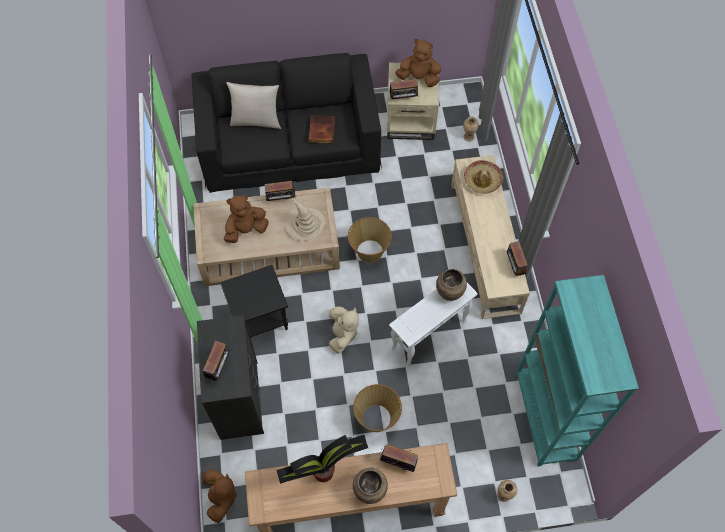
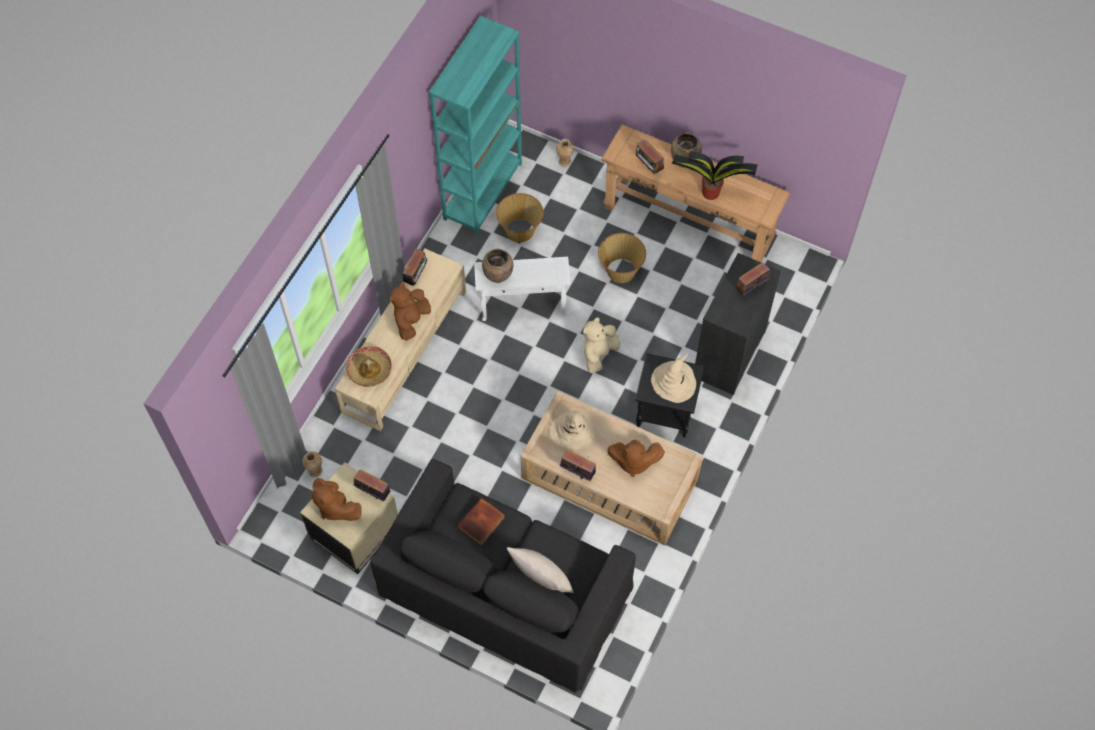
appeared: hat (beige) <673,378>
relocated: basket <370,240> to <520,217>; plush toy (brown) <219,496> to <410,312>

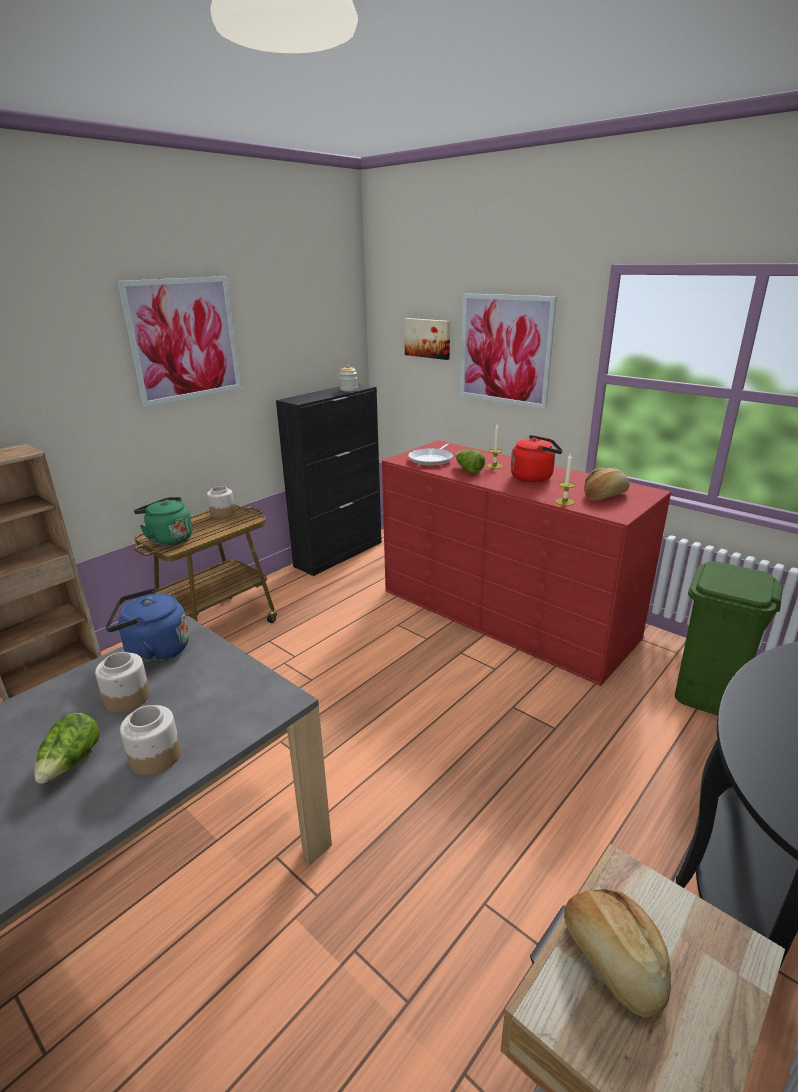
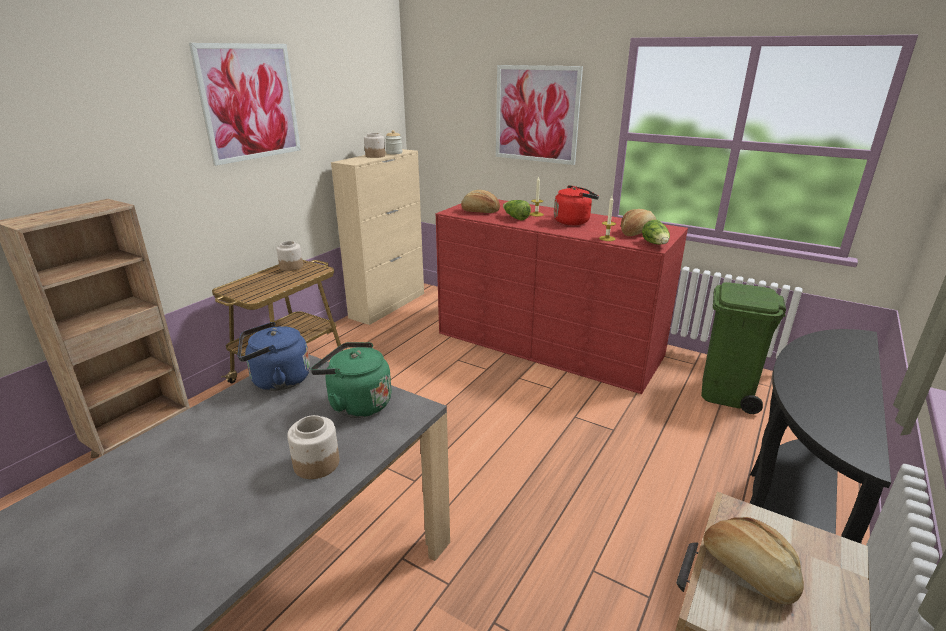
missing: picture <427,339>
relocated: kettle (green) <163,521> to <351,380>; jar <122,682> to <374,145>; lettuce <67,748> to <656,232>
exchanged: frying pan <430,454> to bread <480,201>
colour: cabinet (black) <329,480> to cabinet (beige) <377,237>

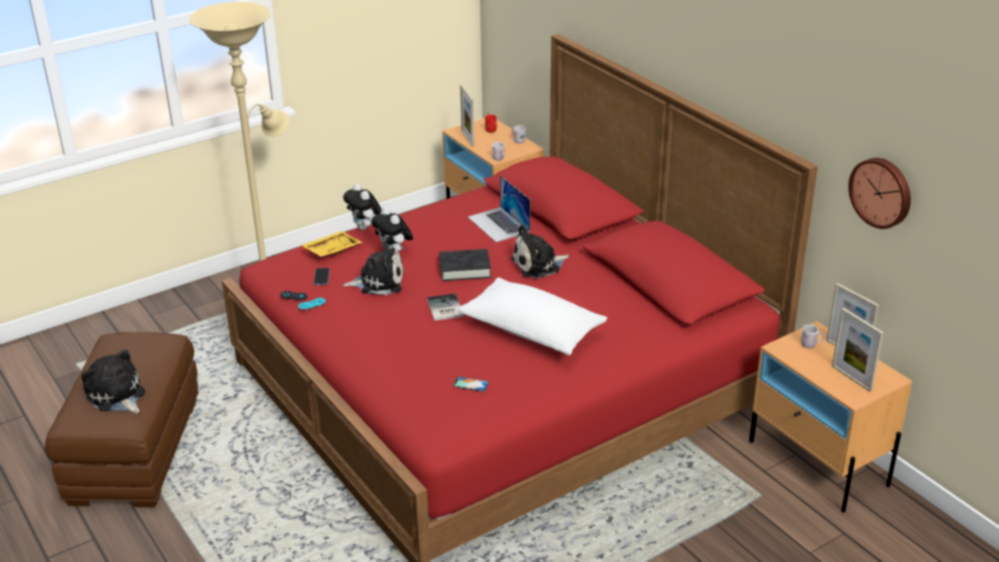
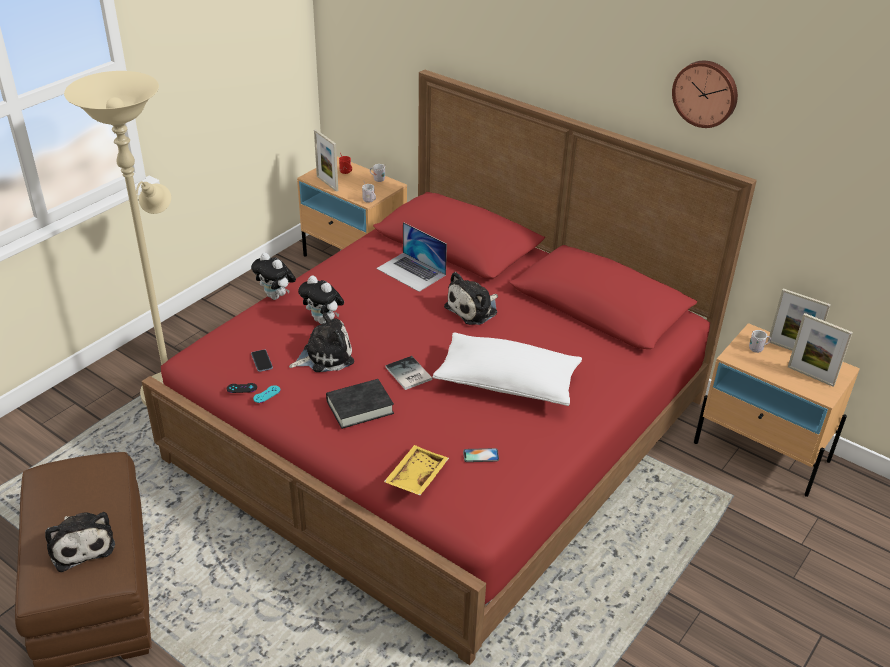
relocated: wall clock <879,193> to <705,94>; tray (yellow) <332,244> to <416,470>; book (black) <465,265> to <360,404>
spun: plush toy <113,381> = <80,542> 150 degrees counterclockwise

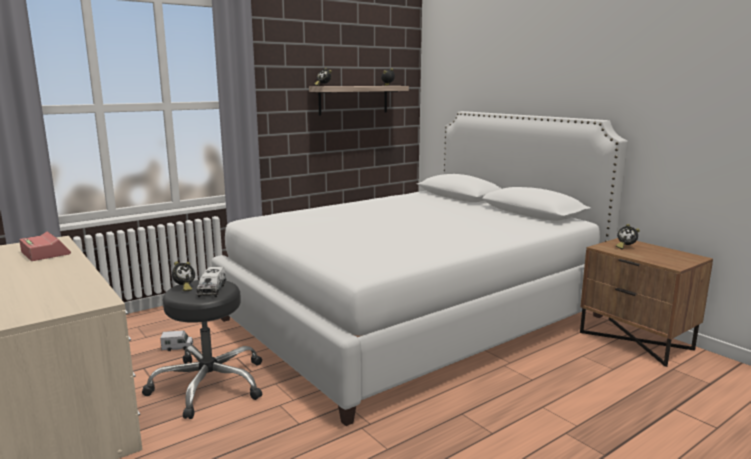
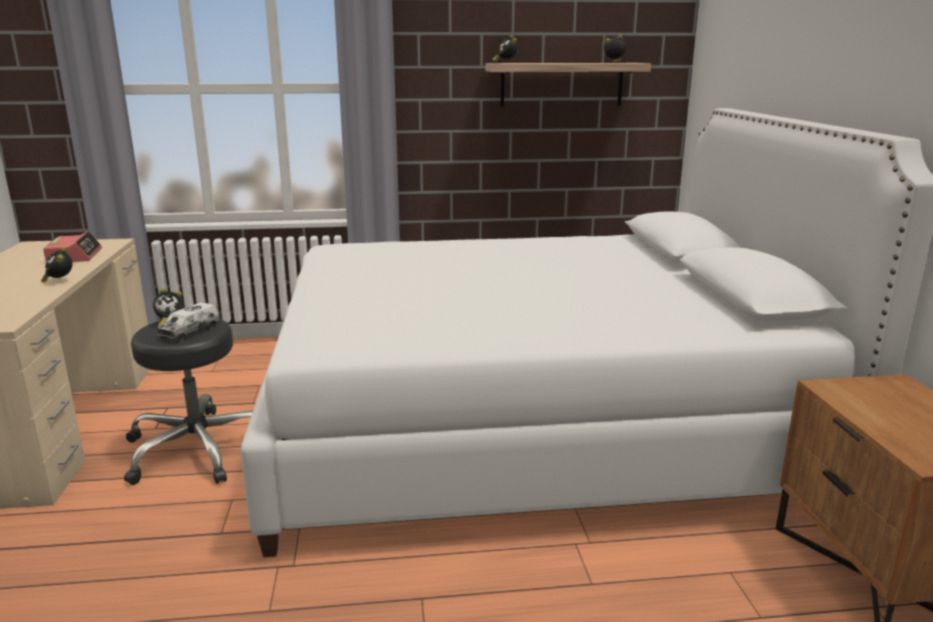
missing: toy truck <176,340>
relocated: alarm clock <628,236> to <56,265>

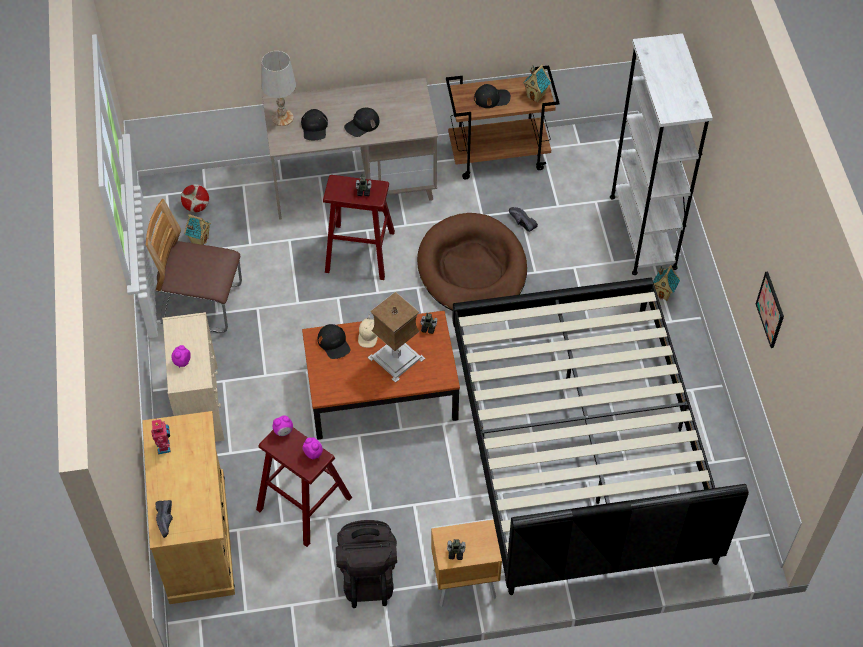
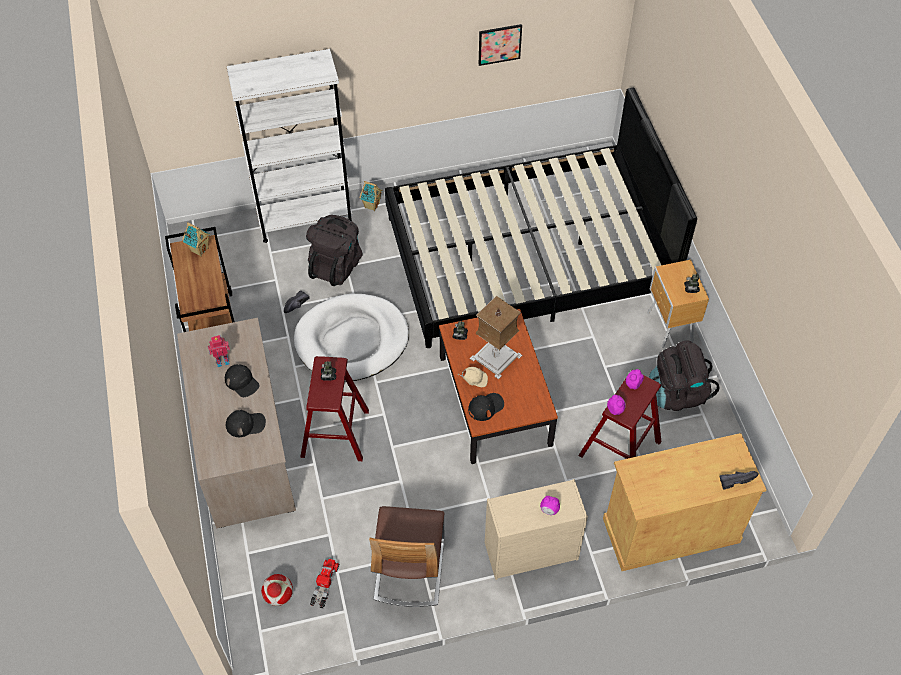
missing: table lamp (white) <279,88>; cap (black) <492,96>
appeared: backpack (black) <334,250>
relocated: toy robot <161,436> to <219,351>
exchanged: toy house <197,229> to toy truck <324,584>
colour: dog bed (brown) <472,262> to dog bed (white) <351,338>

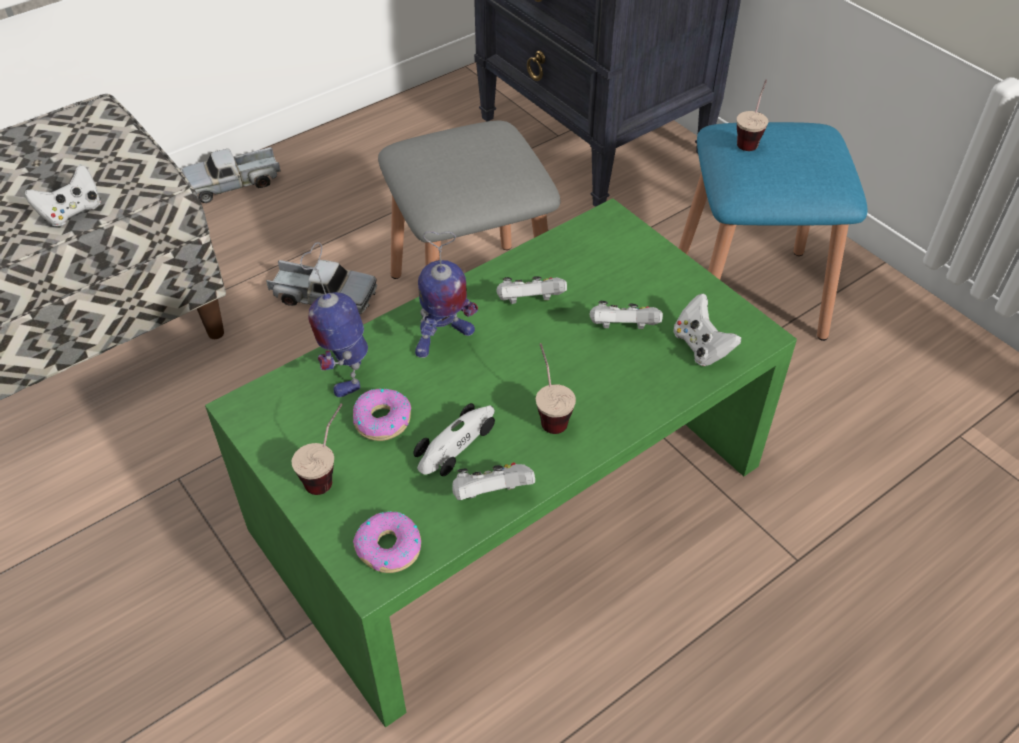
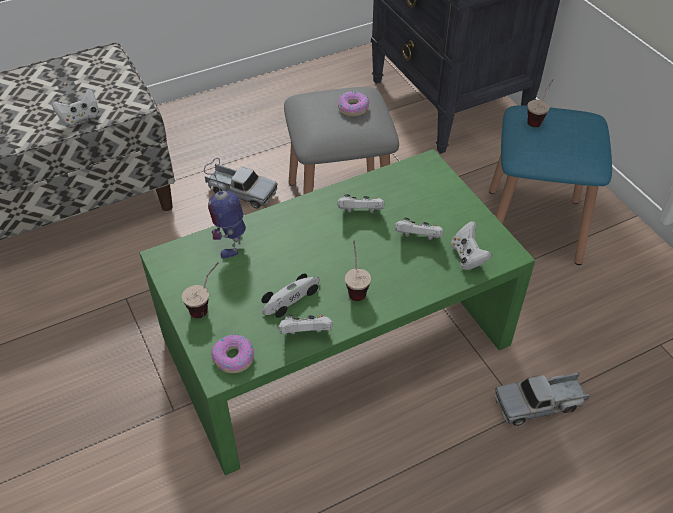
missing: toy robot <446,294>
relocated: toy truck <231,175> to <542,399>; donut <382,415> to <354,104>

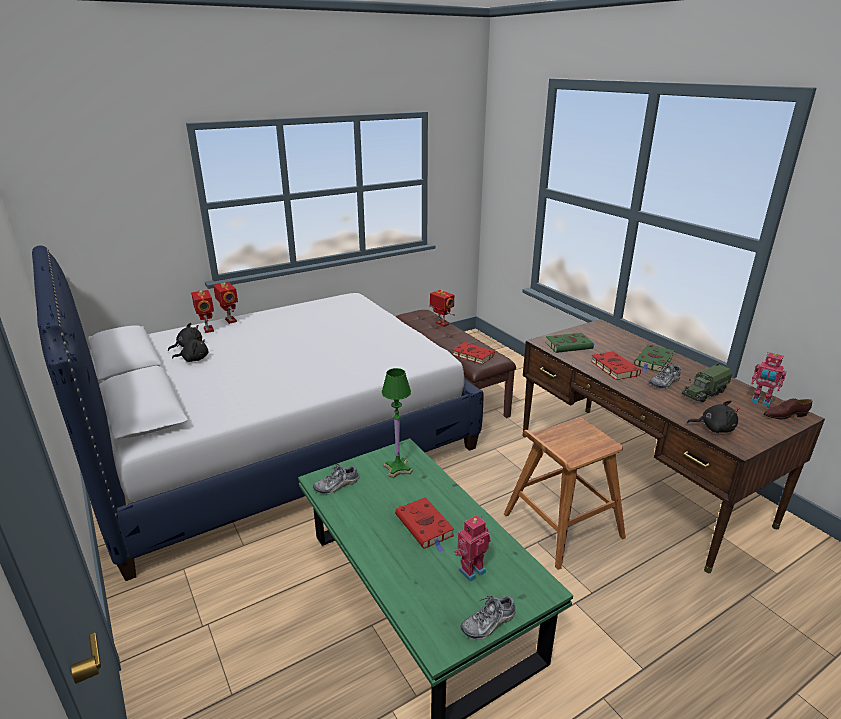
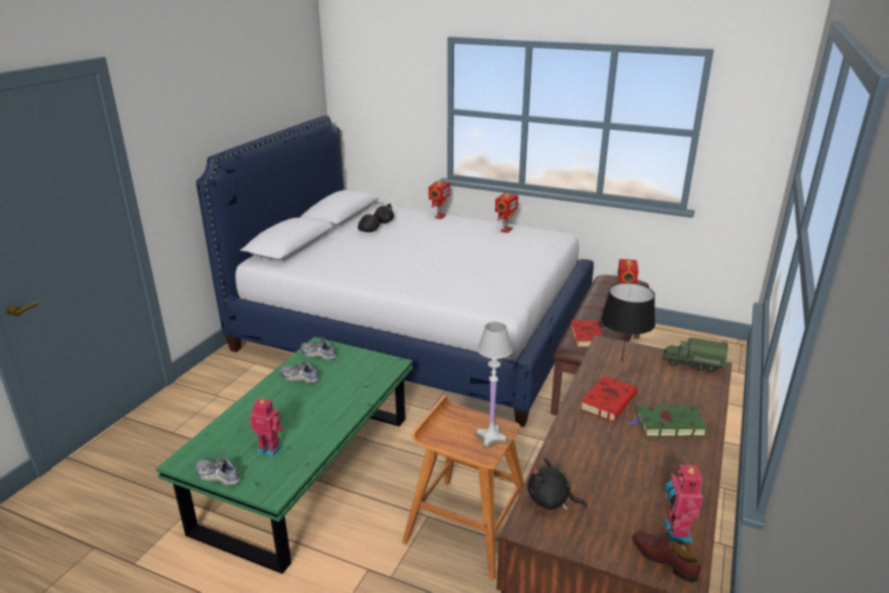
missing: table lamp (green) <397,423>; book (red) <424,524>
appeared: table lamp (white) <493,385>
relocated: toy robot <202,311> to <506,213>; shoe <665,375> to <299,371>; toy truck <707,382> to <695,355>
exchanged: book (green) <570,343> to table lamp (black) <628,322>
spun: plush toy (black) <713,416> = <558,484> 135 degrees clockwise

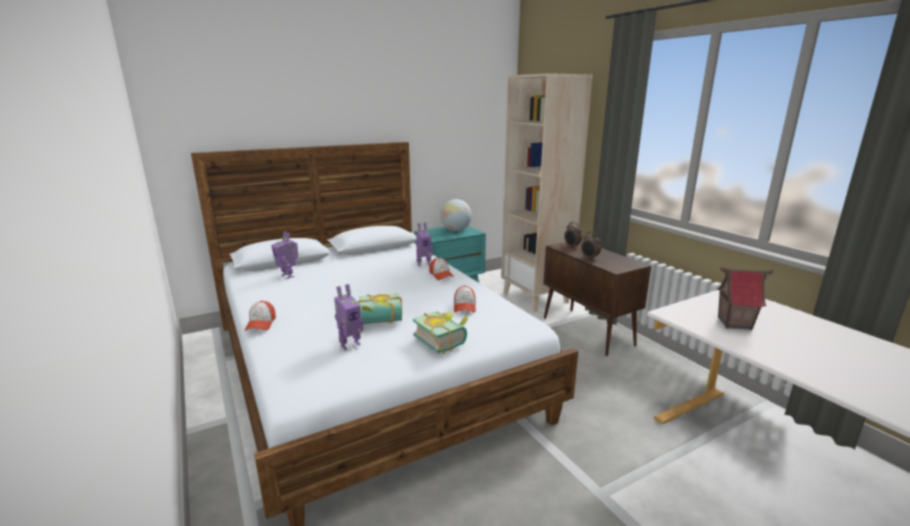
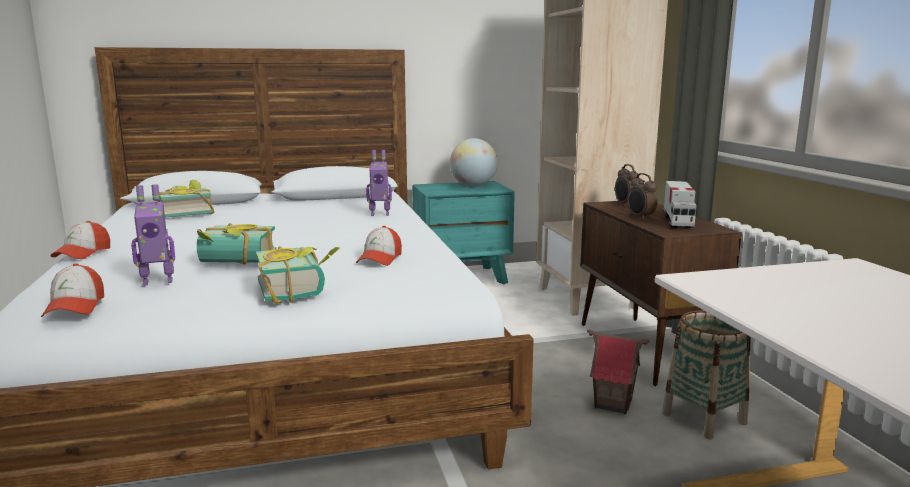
appeared: toy truck <680,205>; basket <706,375>
relocated: cap <441,268> to <72,290>; toy house <745,299> to <618,372>
exchanged: toy robot <284,255> to book <186,199>

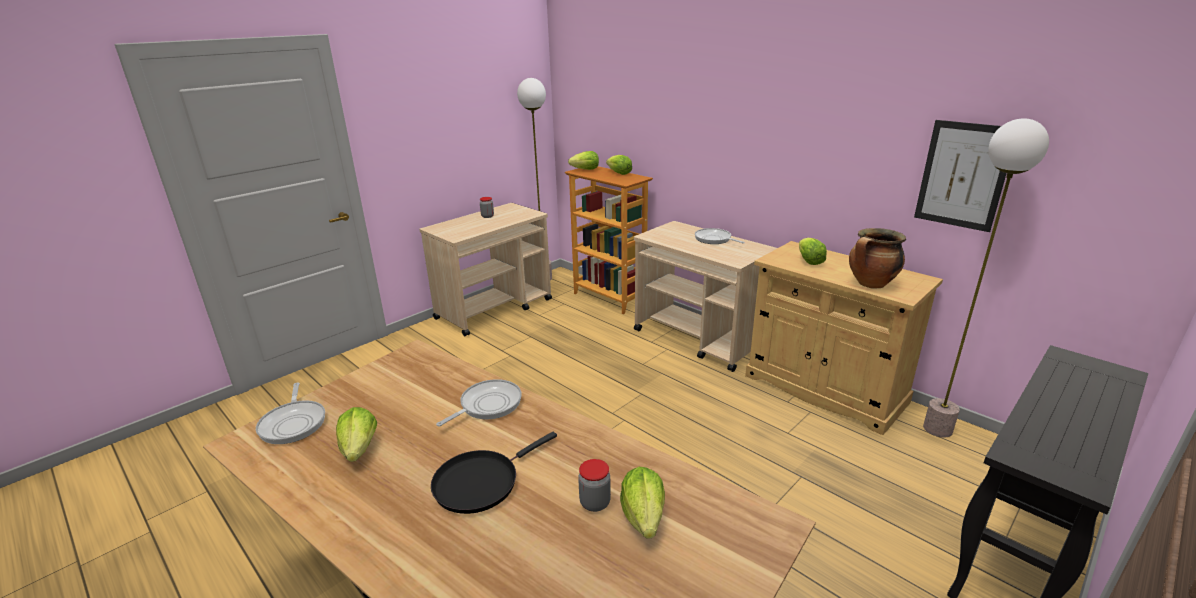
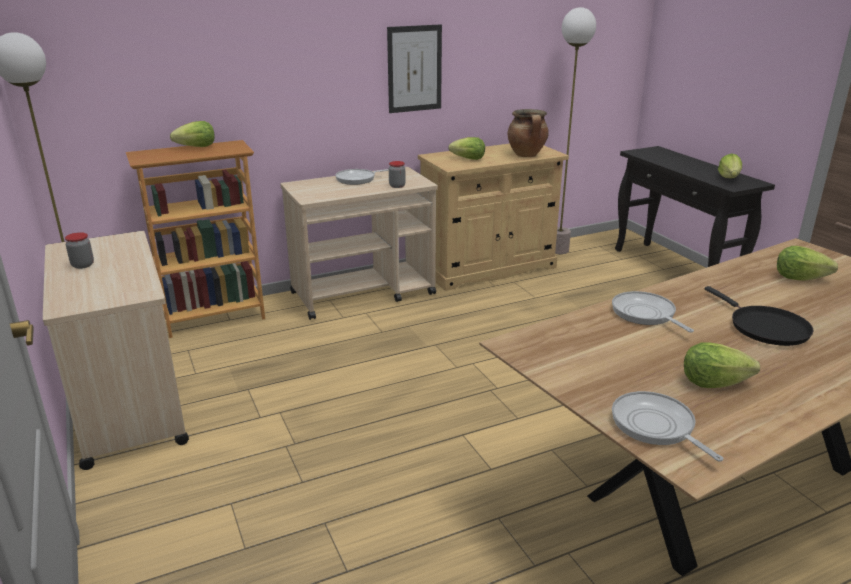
relocated: picture <960,176> to <414,68>; lettuce <583,160> to <730,165>; jar <594,485> to <397,174>
spun: frying pan <290,413> = <667,426> 120 degrees counterclockwise

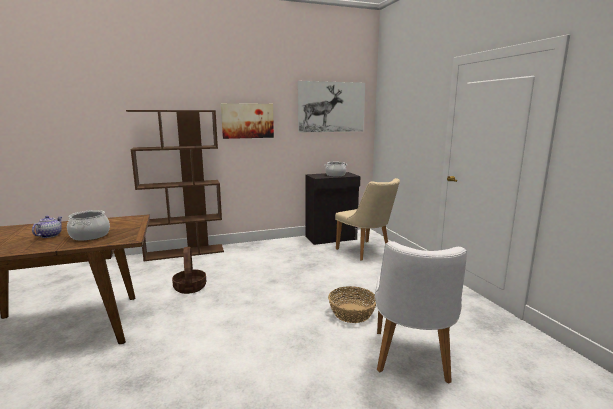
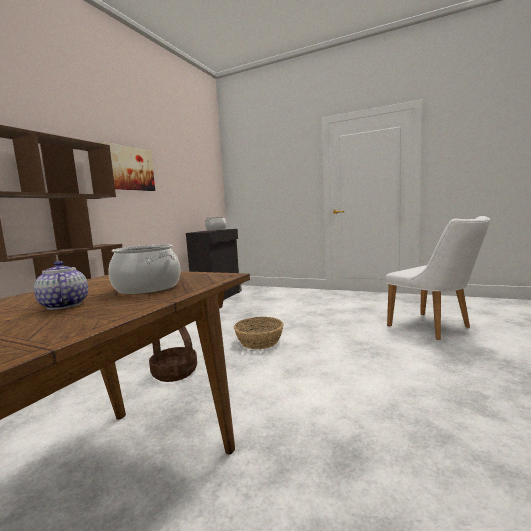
missing: picture <331,107>; chair (beige) <367,219>
relocated: basket <352,304> to <258,333>

